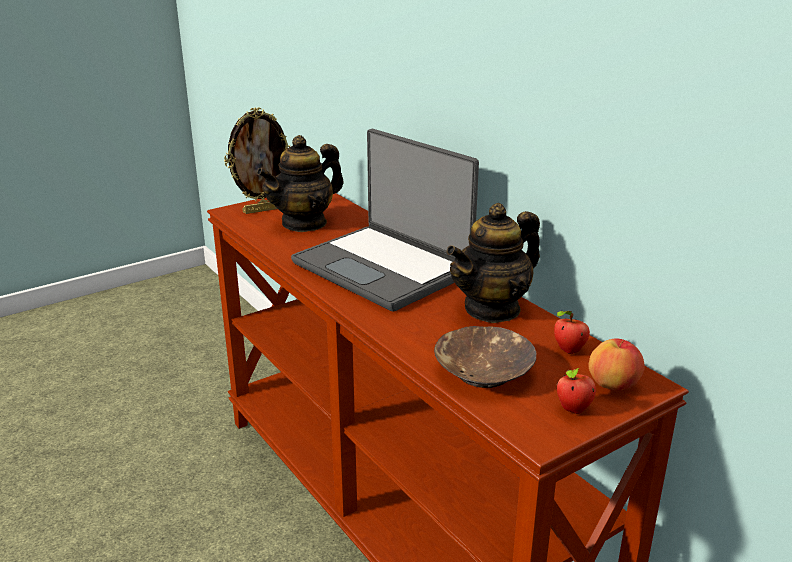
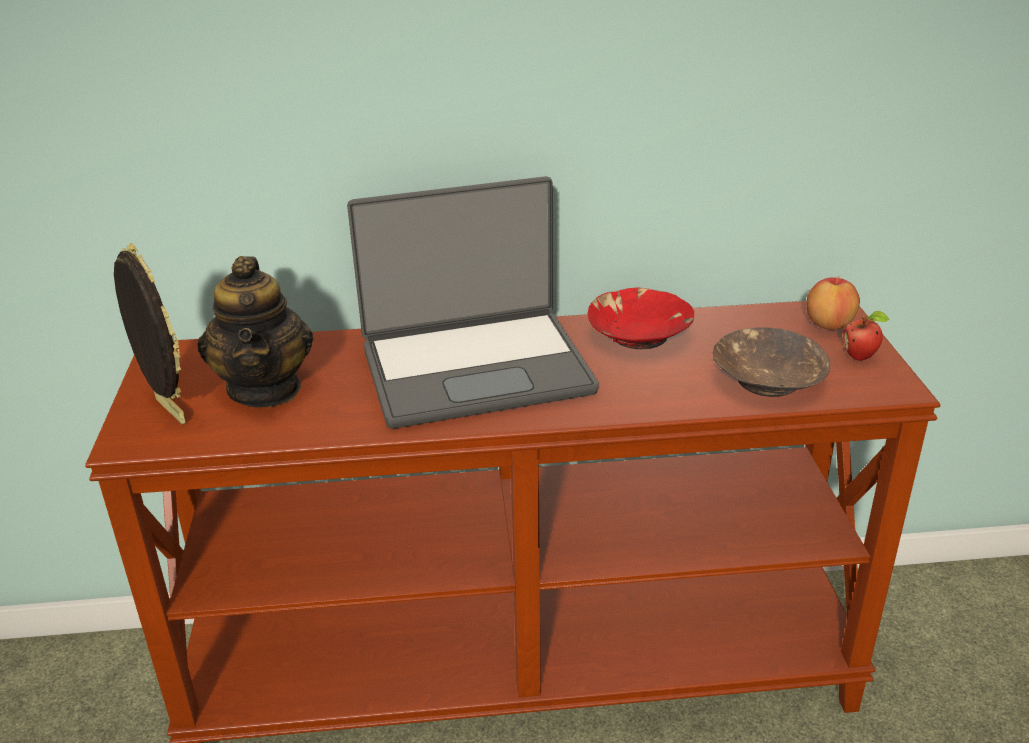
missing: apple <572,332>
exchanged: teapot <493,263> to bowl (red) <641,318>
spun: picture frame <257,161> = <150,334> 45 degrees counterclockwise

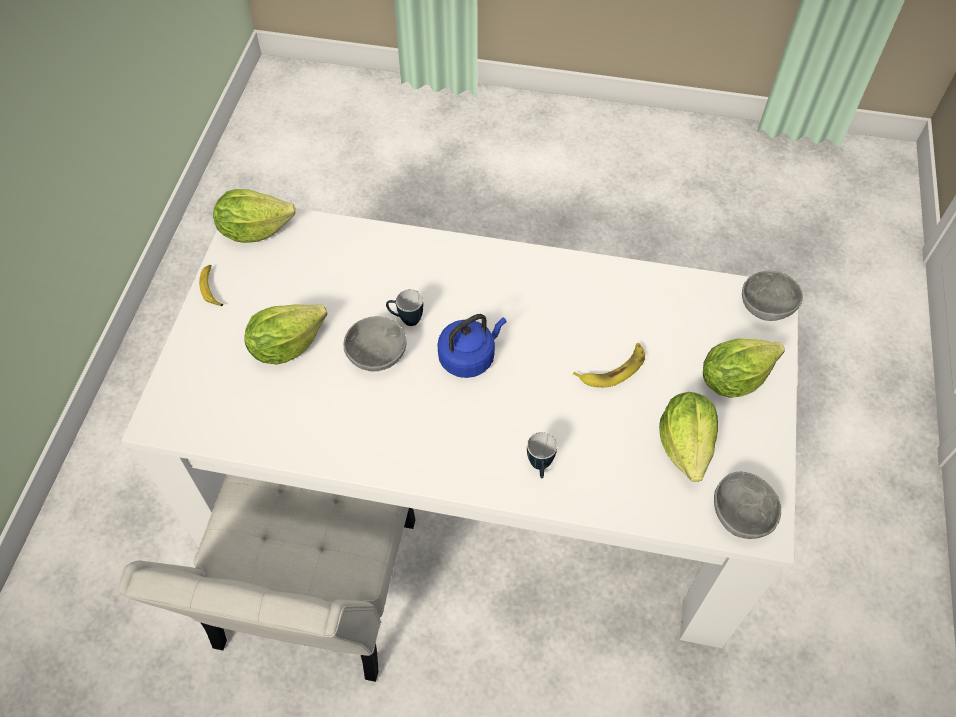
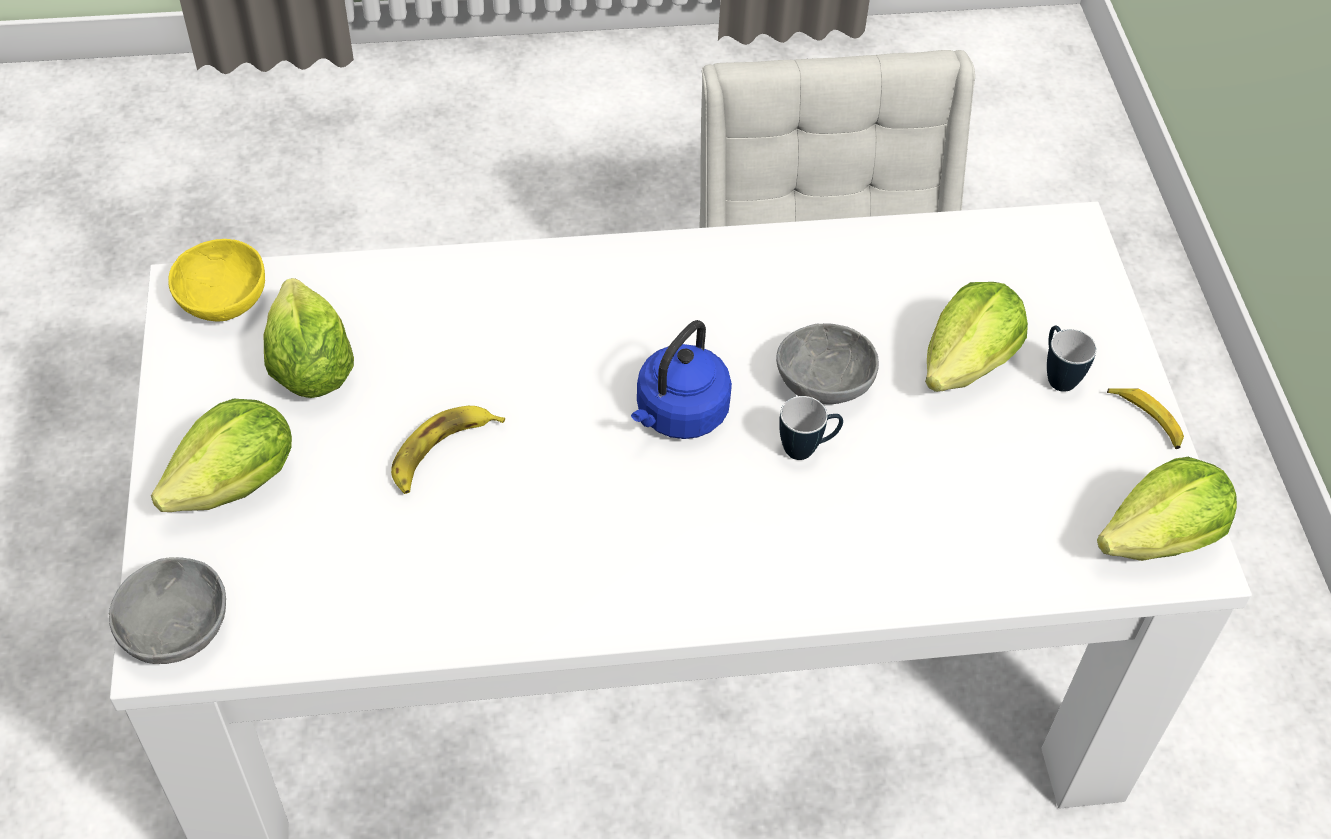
relocated: mug <542,455> to <1072,359>
colour: bowl (grey) <747,505> to bowl (yellow) <216,280>

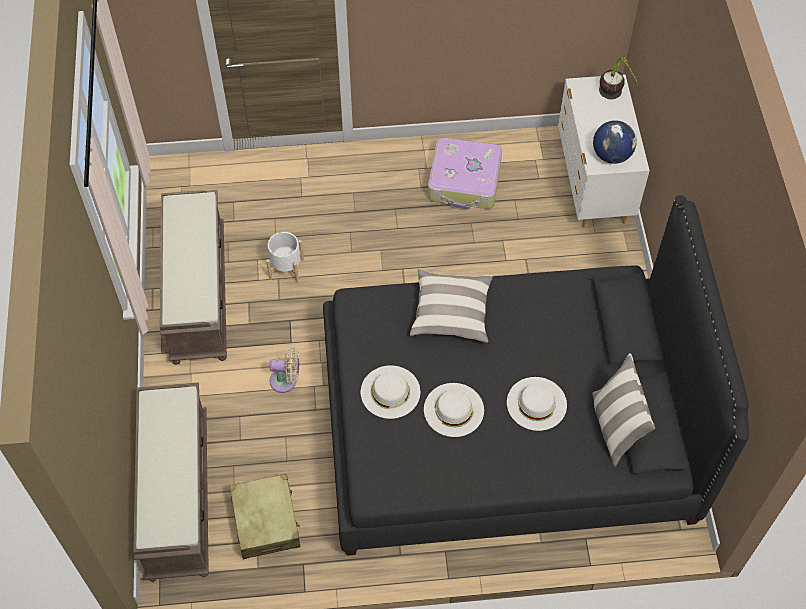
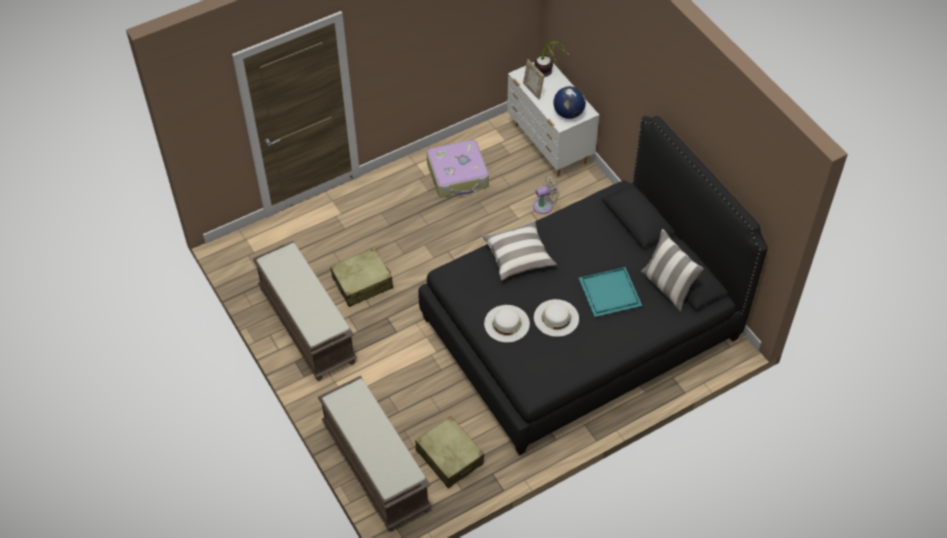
appeared: picture frame <533,79>
relocated: fan (beige) <284,370> to <546,195>
exchanged: planter (white) <285,257> to suitcase (beige) <361,277>; hat (white) <537,404> to tray (turquoise) <610,292>

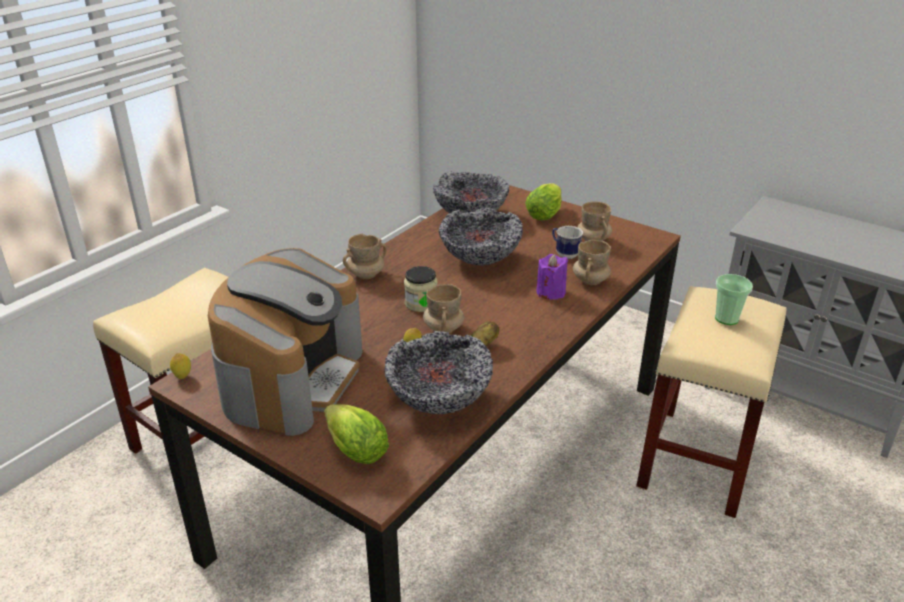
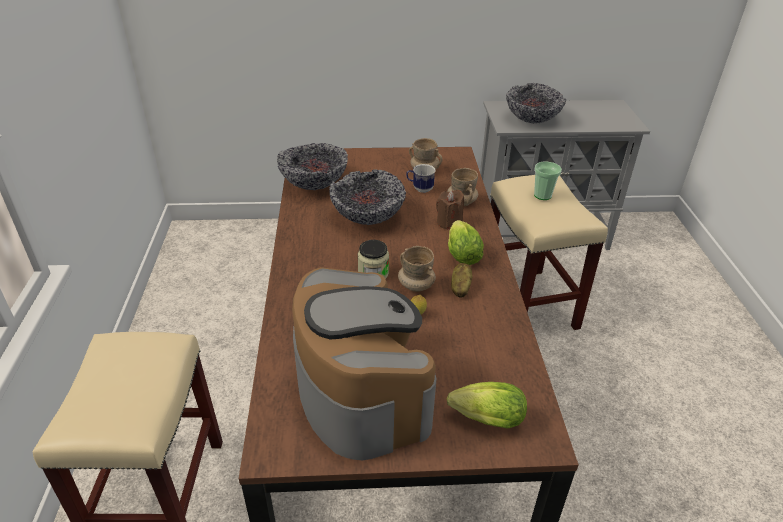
missing: mug (beige) <365,256>; lemon <180,366>
relocated: lettuce <543,201> to <466,242>; bowl <438,372> to <536,103>
colour: candle (purple) <552,277> to candle (brown) <450,210>

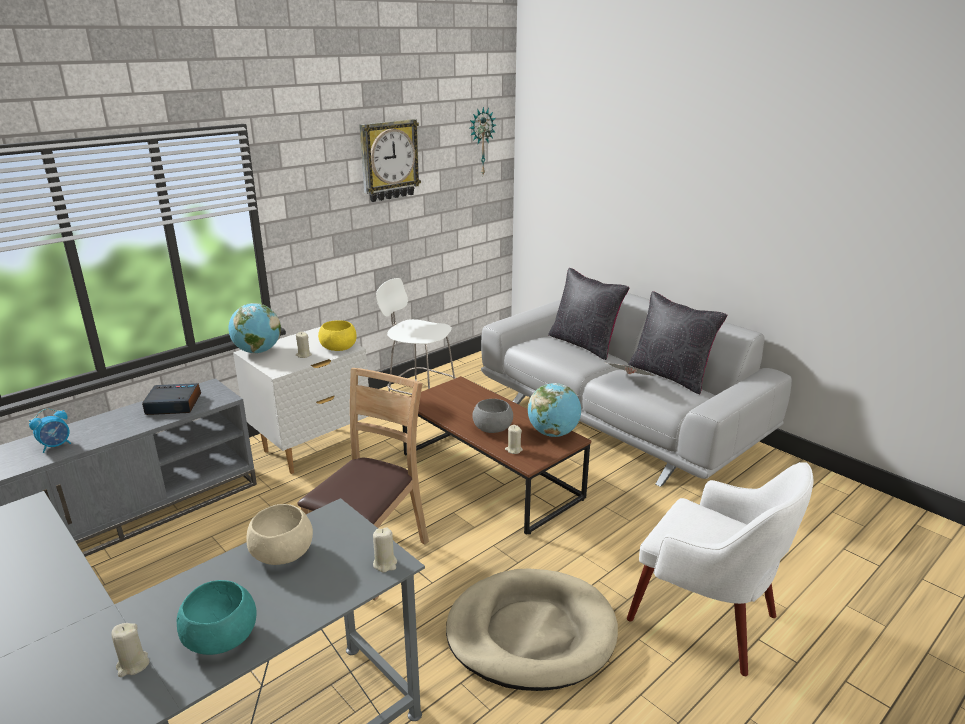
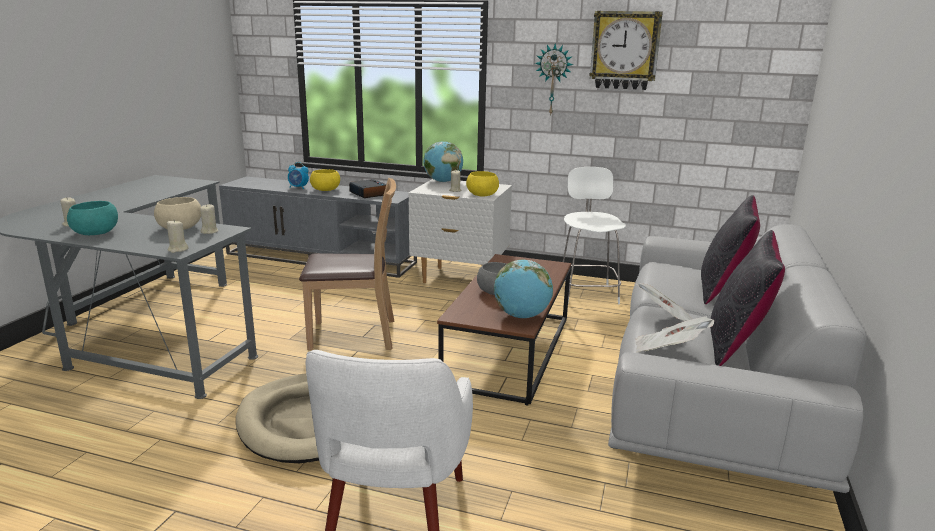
appeared: bowl (yellow) <325,180>; newspaper <674,334>
relocated: wall clock <483,141> to <554,79>; candle (beige) <514,439> to <209,219>

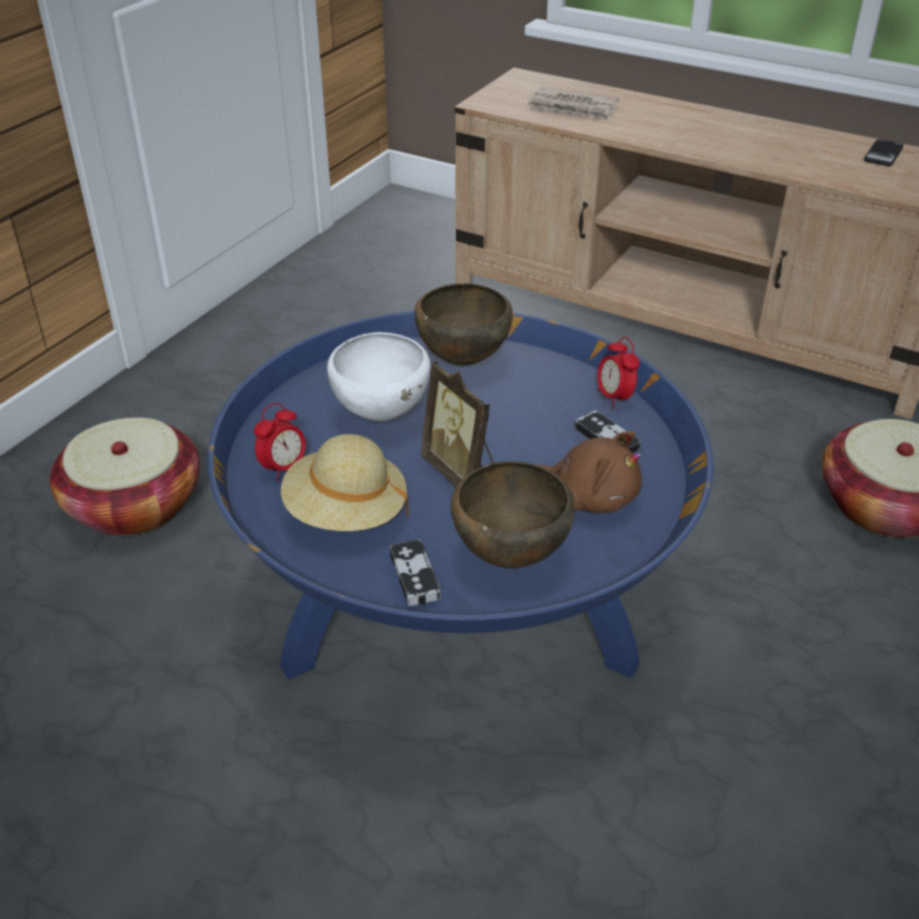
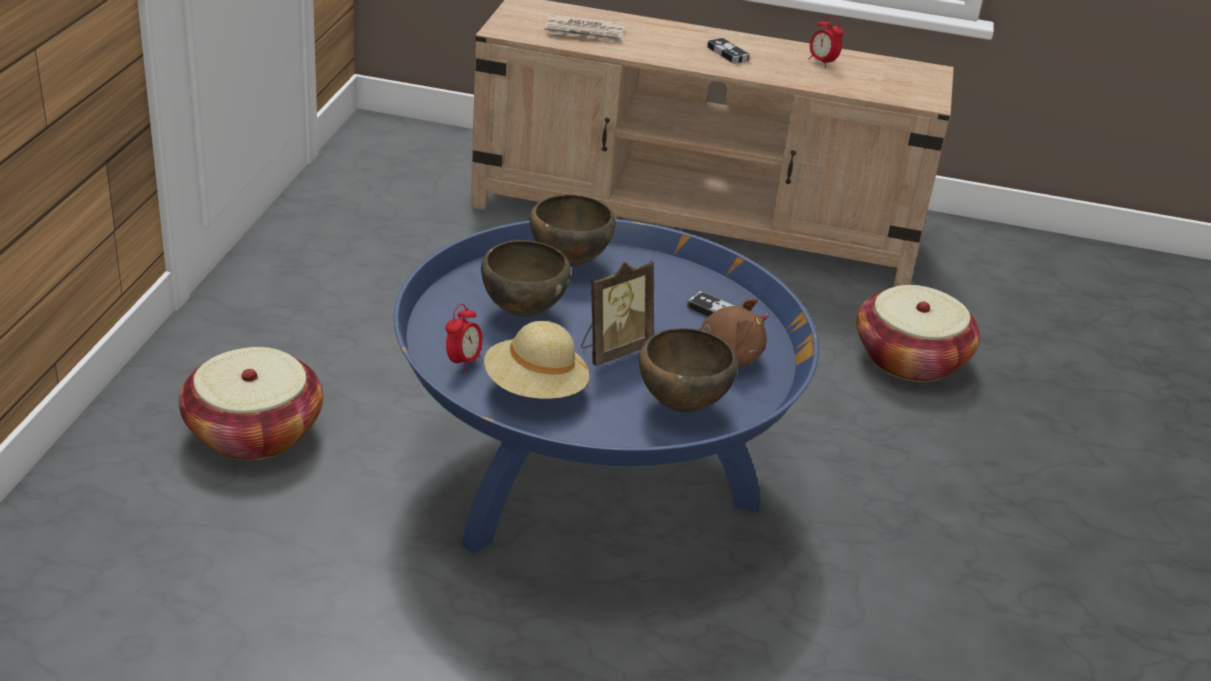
missing: phone <883,152>
relocated: alarm clock <618,372> to <826,41>; game controller <415,572> to <728,50>
colour: bowl (white) <379,376> to bowl (brown) <526,278>
spun: picture frame <457,424> = <617,313> 75 degrees counterclockwise

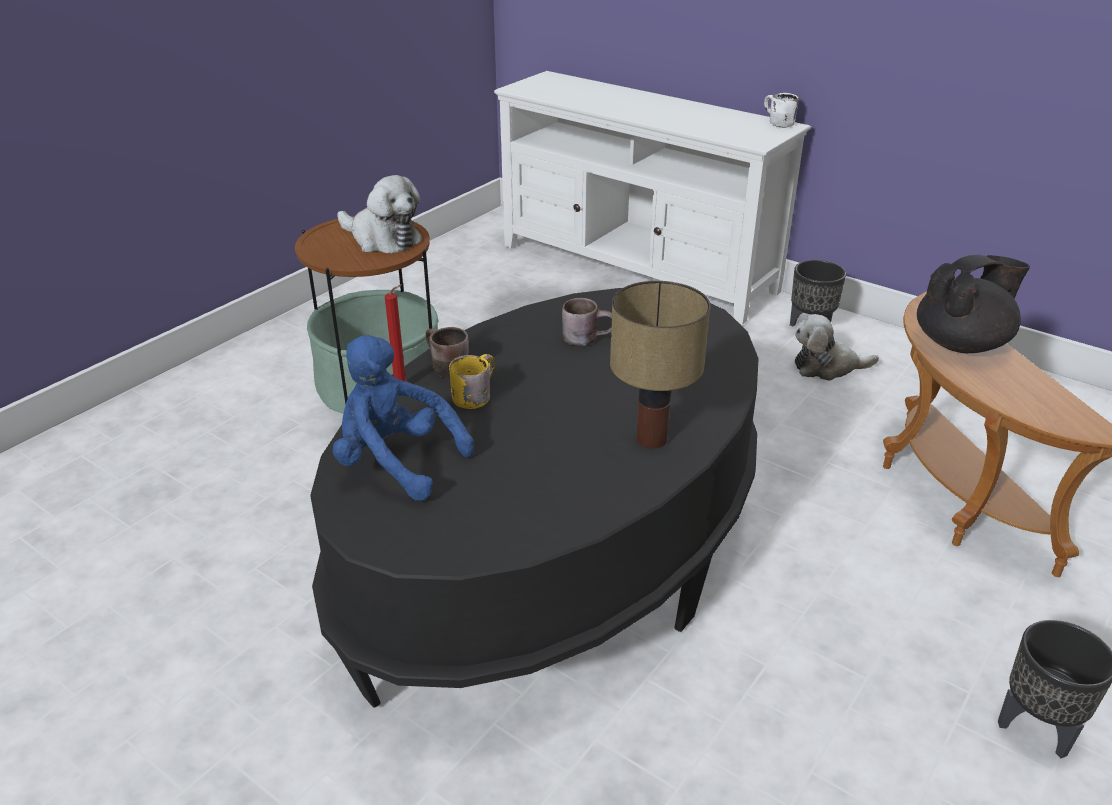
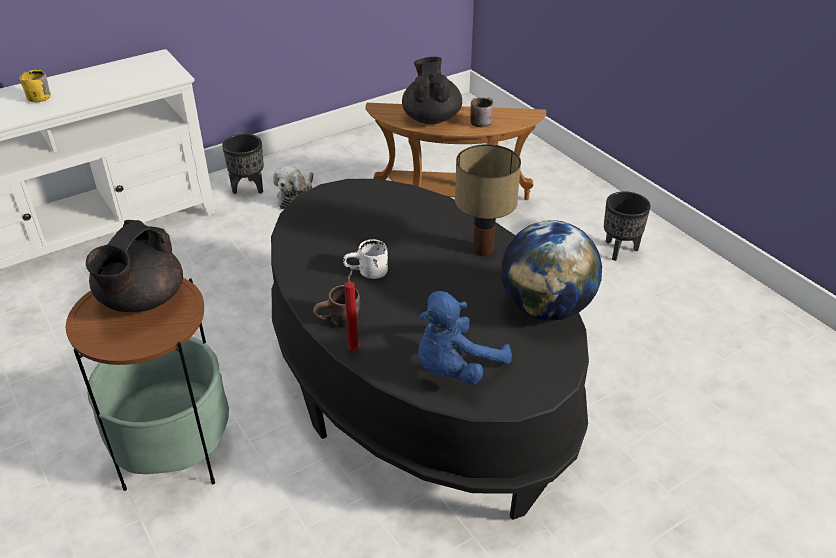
appeared: globe <551,270>
relocated: mug (white) <781,110> to <365,259>; mug (brown) <587,322> to <481,112>; mug (yellow) <472,381> to <35,86>
exchanged: plush toy <379,214> to teapot (black) <134,266>

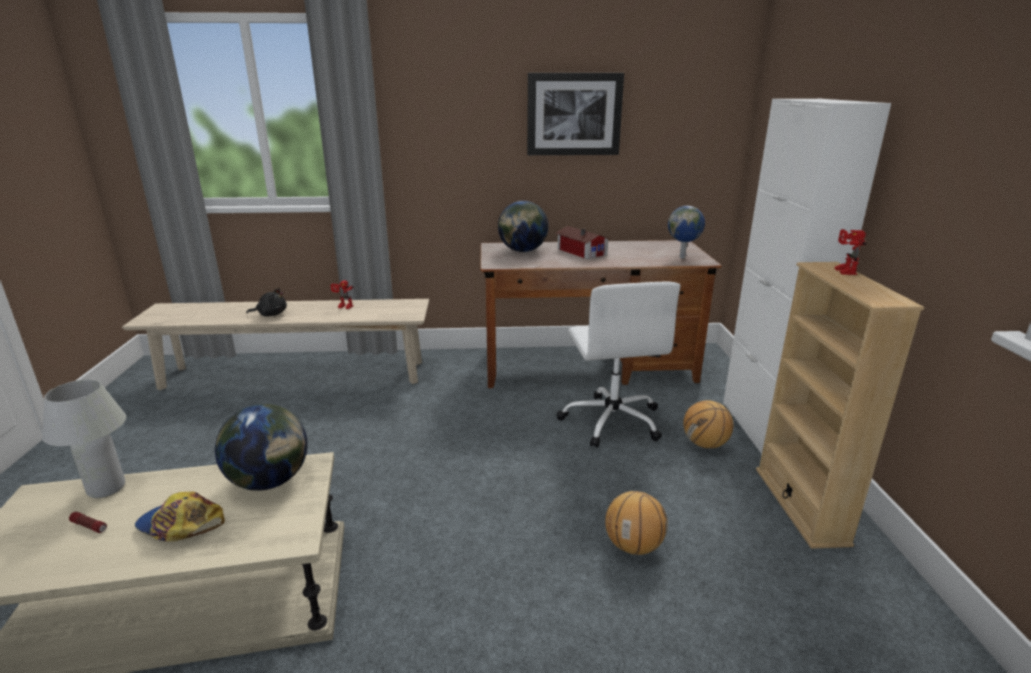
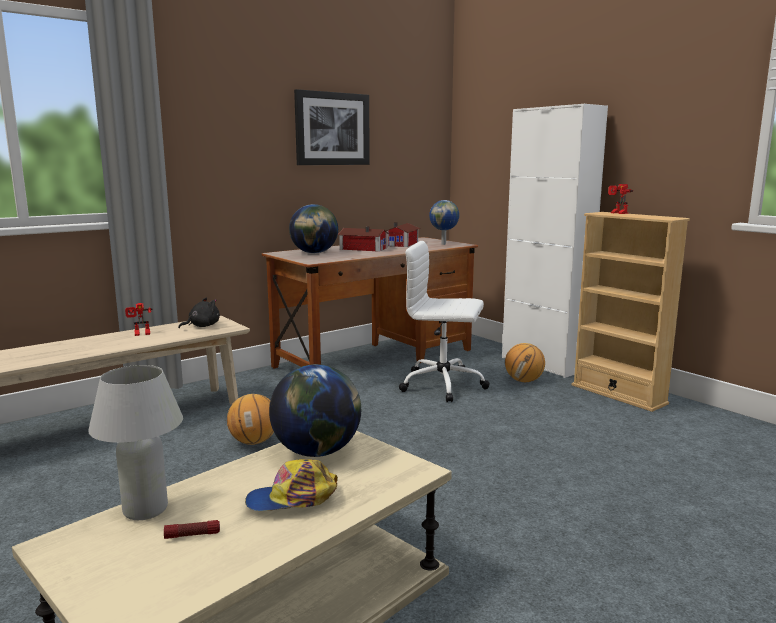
appeared: toy house <403,234>
relocated: plush toy (black) <266,302> to <199,312>; basketball <636,523> to <250,419>
spun: office chair (white) <619,364> = <444,321> 150 degrees clockwise

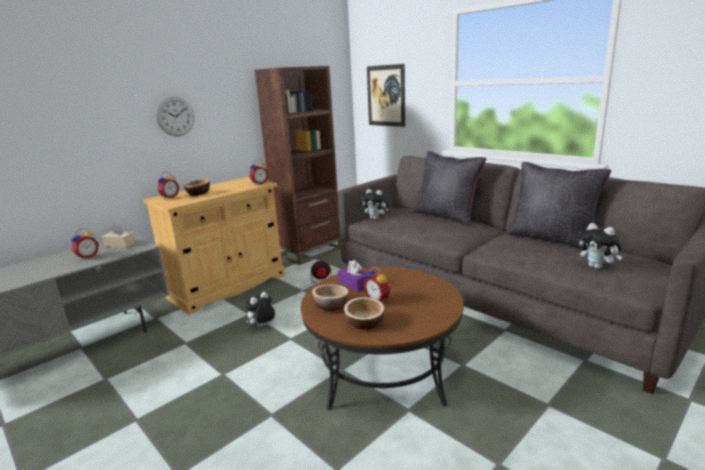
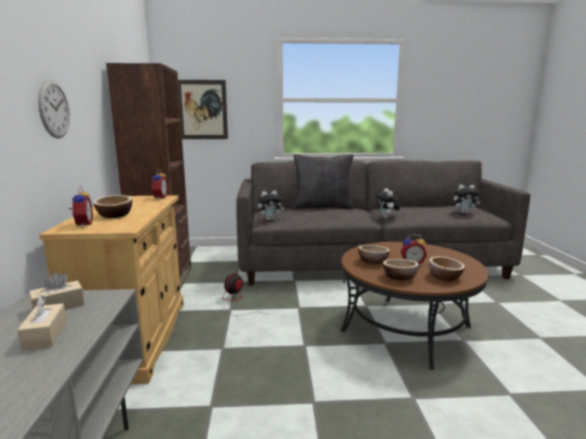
missing: pillow (black) <558,206>
relocated: plush toy <259,309> to <388,203>
exchanged: alarm clock <85,244> to tissue box (beige) <42,323>; tissue box (purple) <354,276> to bowl <374,254>

